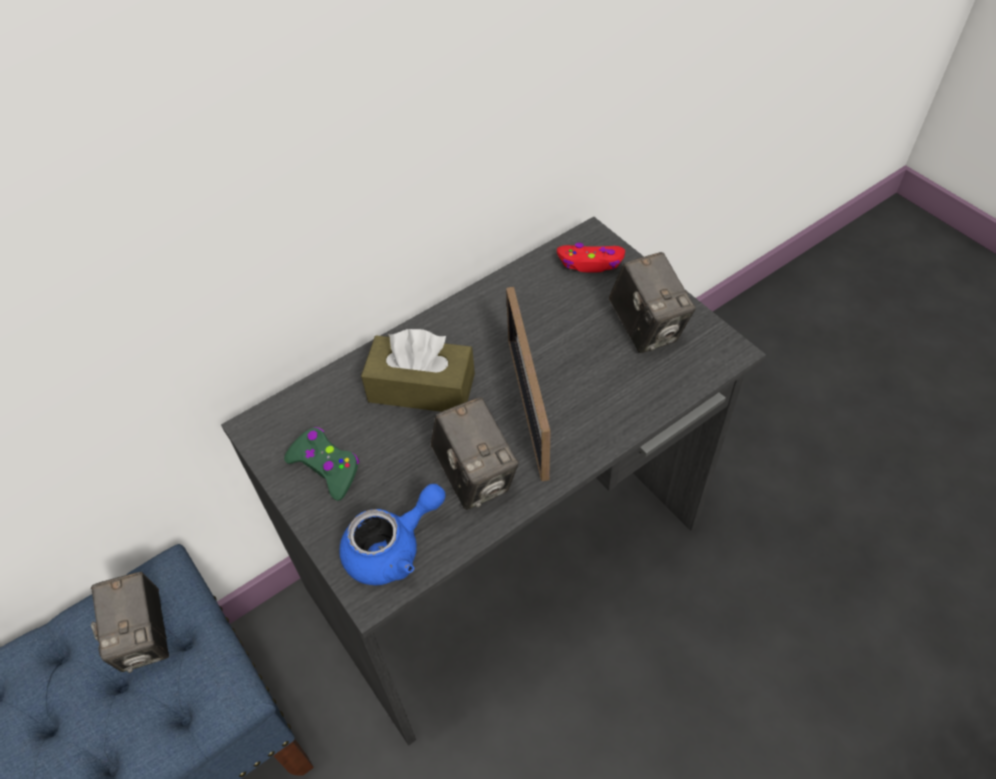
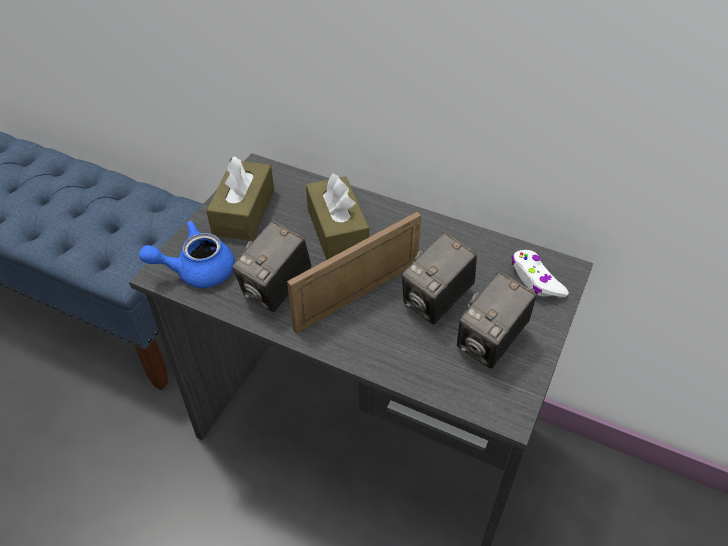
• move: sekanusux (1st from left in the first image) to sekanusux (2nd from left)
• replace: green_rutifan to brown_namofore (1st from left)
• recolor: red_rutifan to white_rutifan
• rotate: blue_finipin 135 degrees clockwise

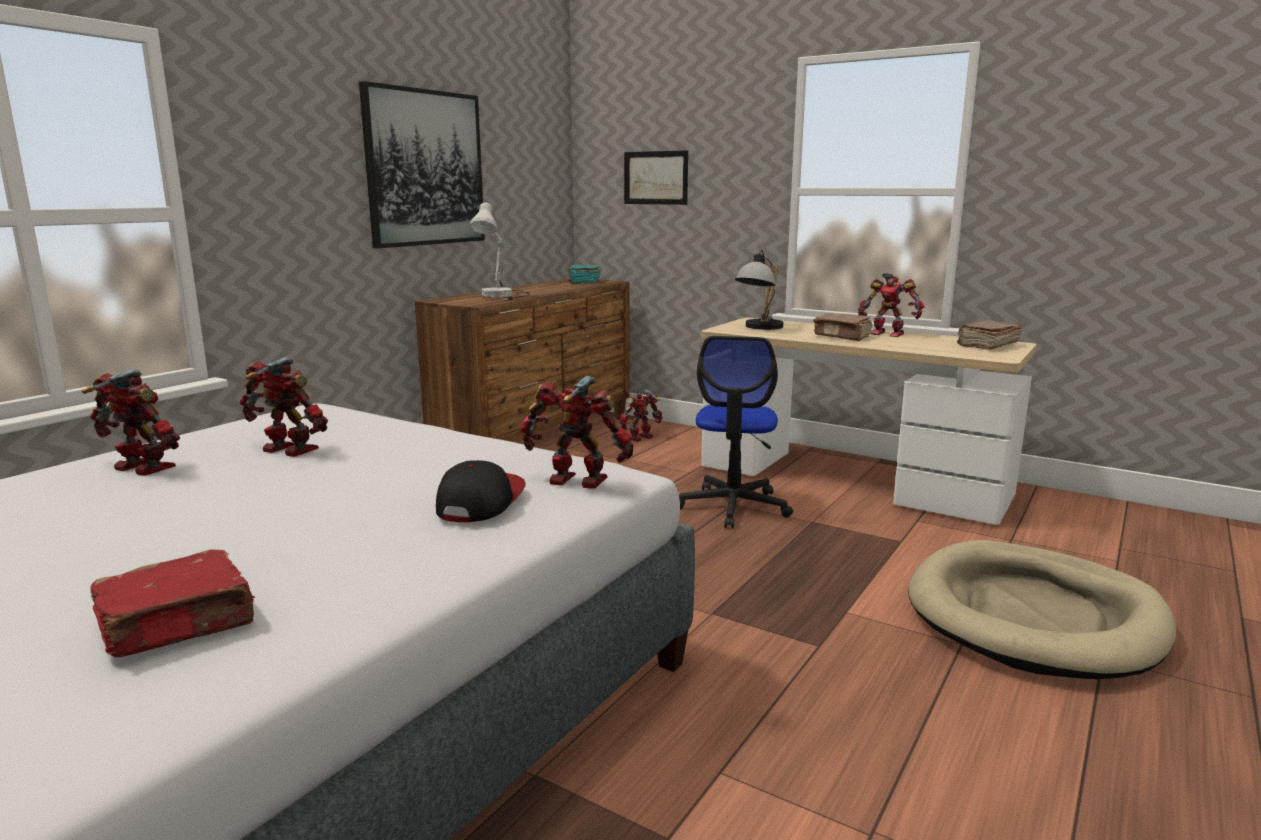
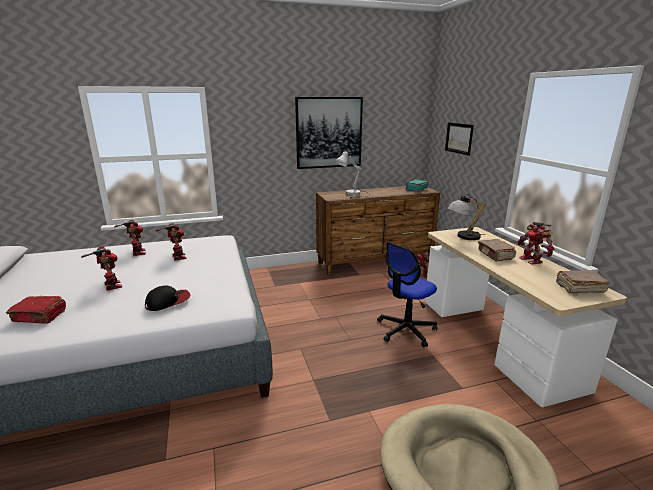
• move: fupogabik (3rd from left in the first image) to fupogabik (1st from left)

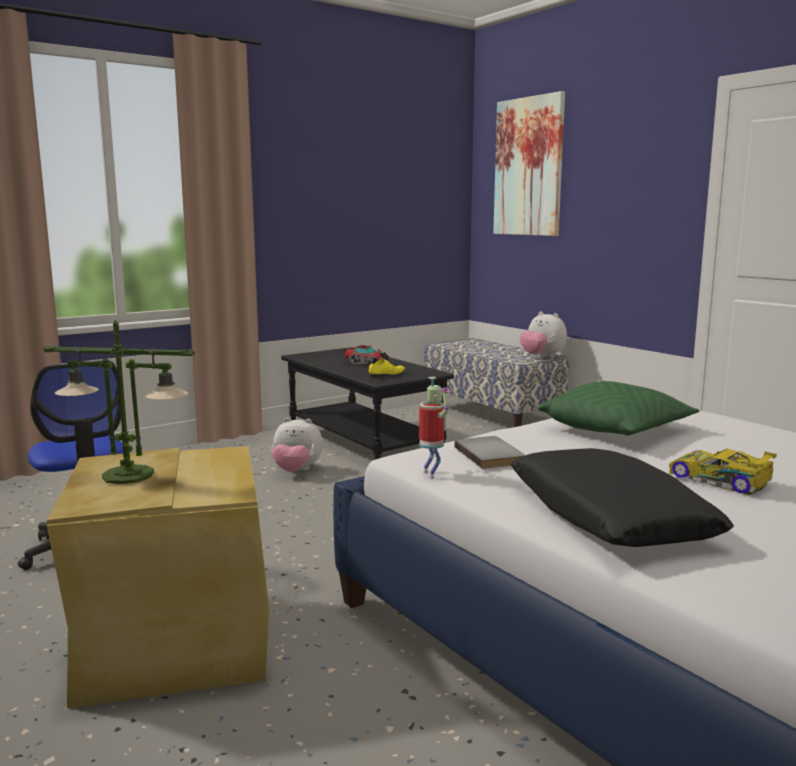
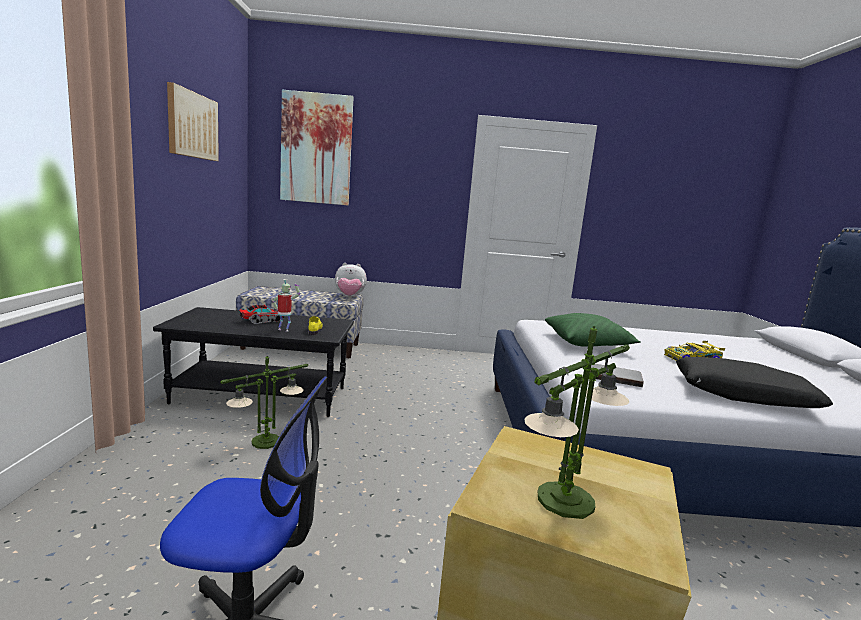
• insert: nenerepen (1st from left)
• move: fupogabik
• replace: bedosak (1st from left) to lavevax (1st from left)

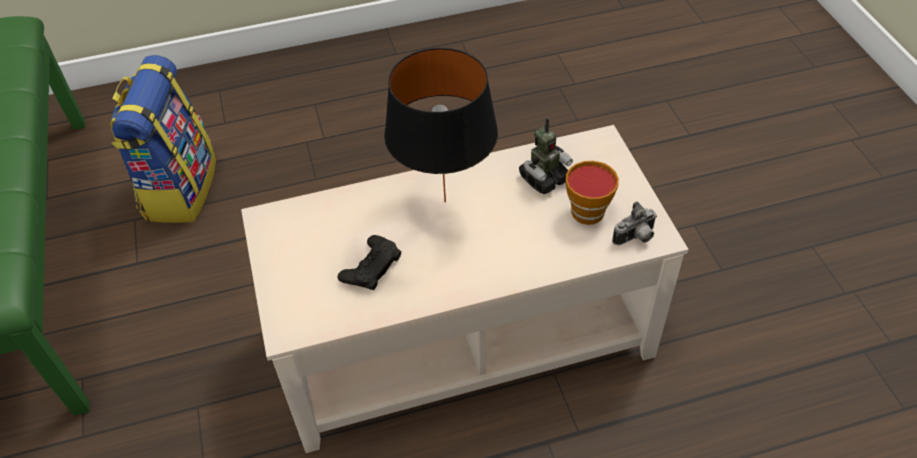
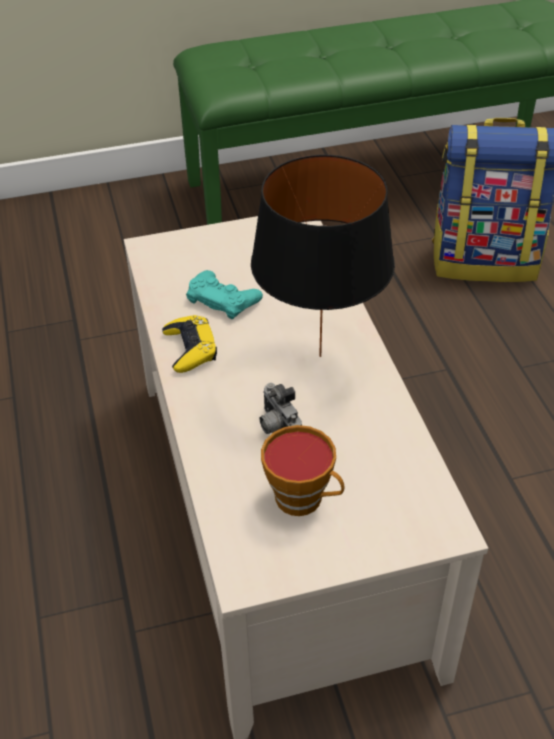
• delete: fupogabik
• insert: yellow_rutifan
• move: sekanusux
• recolor: black_rutifan to turquoise_rutifan

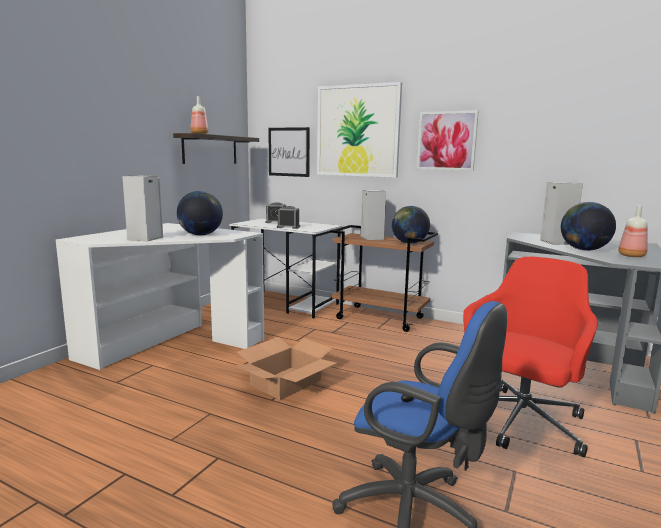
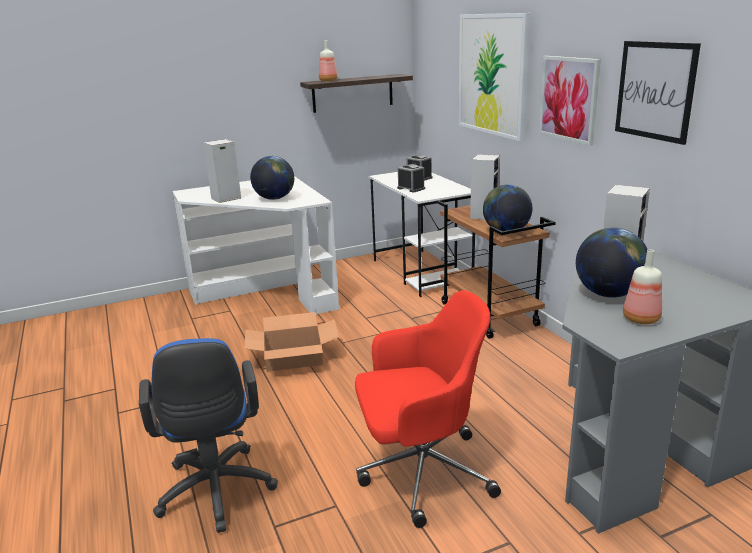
• move: nenerepen (1st from left in the first image) to nenerepen (3rd from left)

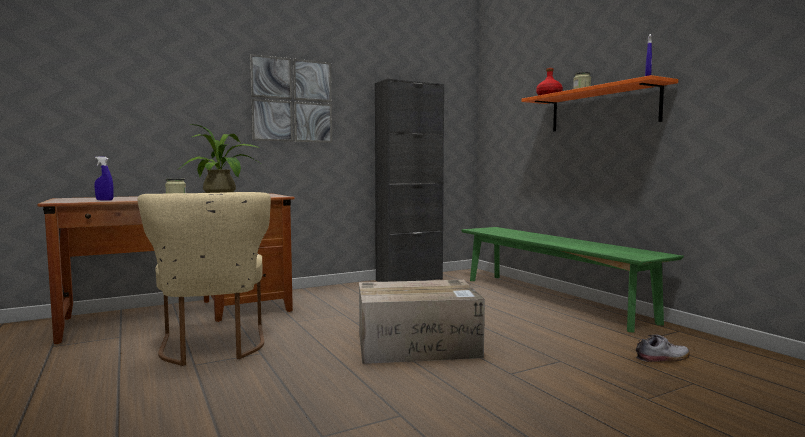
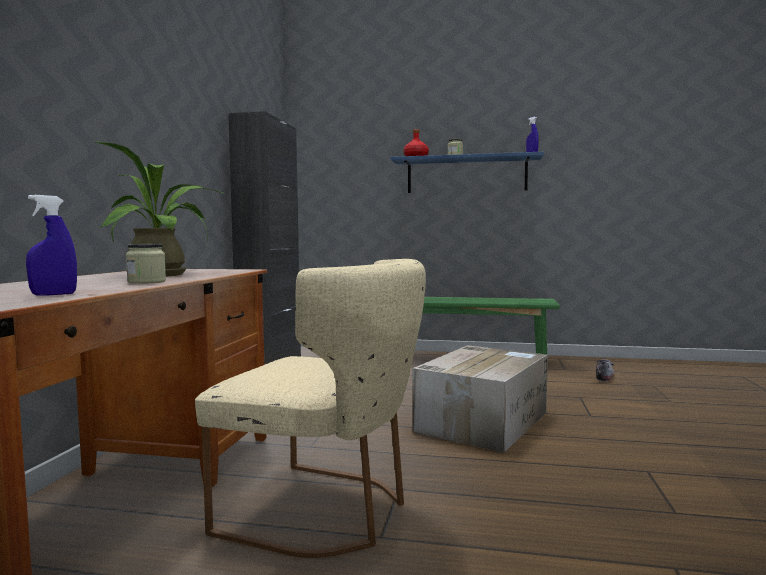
• delete: nenerepen
• recolor: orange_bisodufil to blue_bisodufil

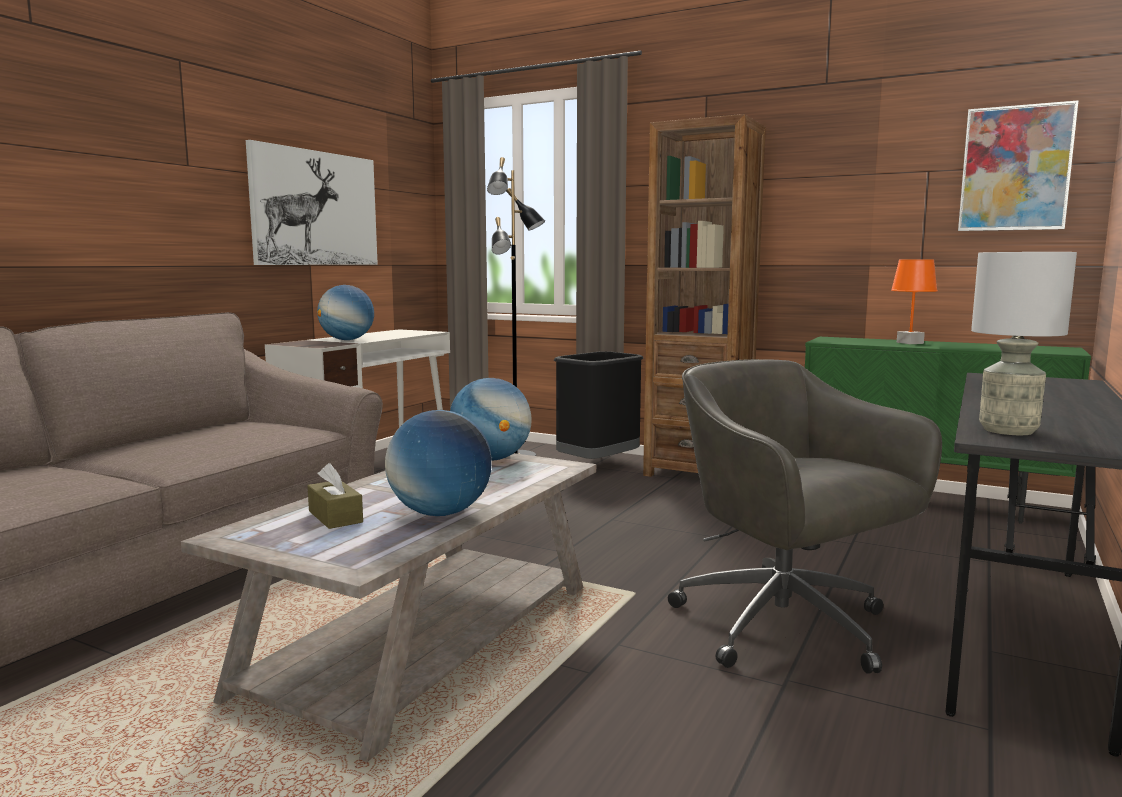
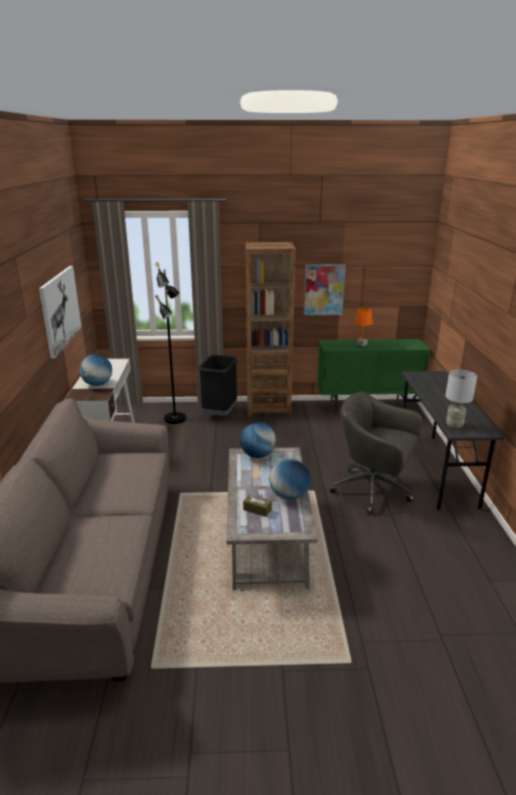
• move: nenerepen (2nd from left)

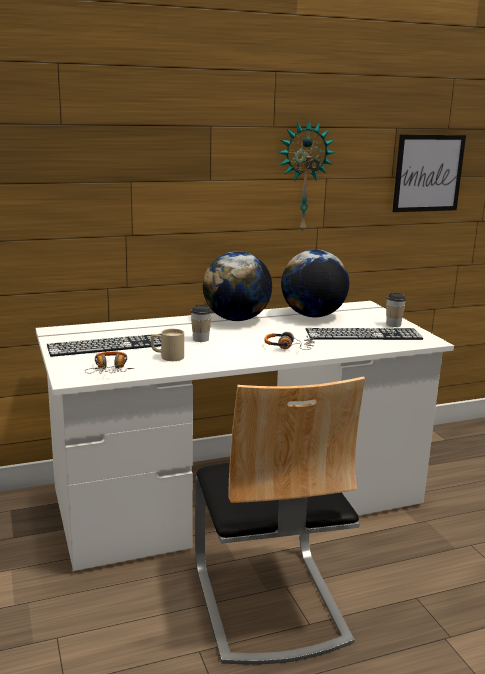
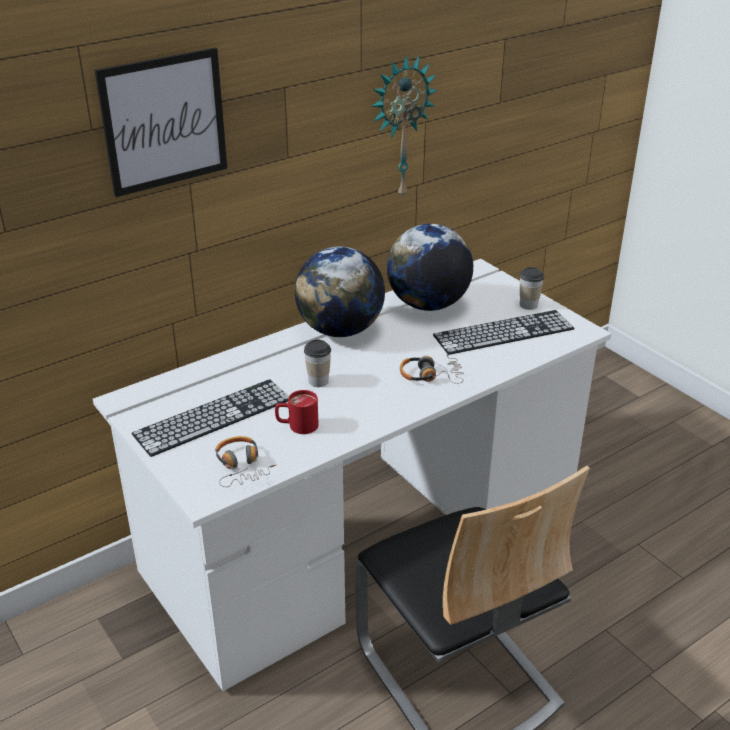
• move: nenerepen
• recolor: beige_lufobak to red_lufobak

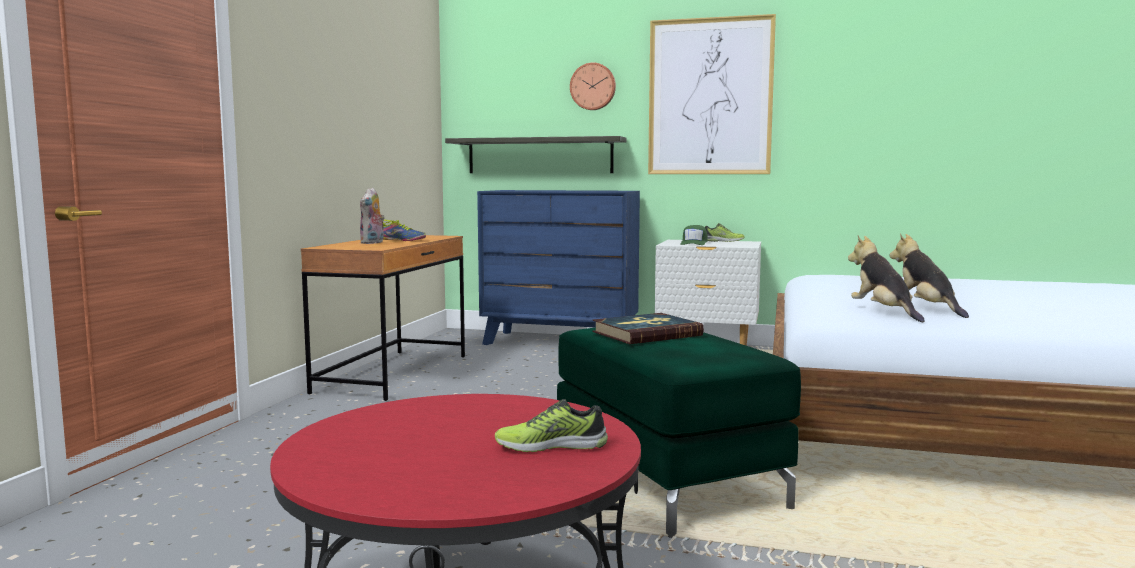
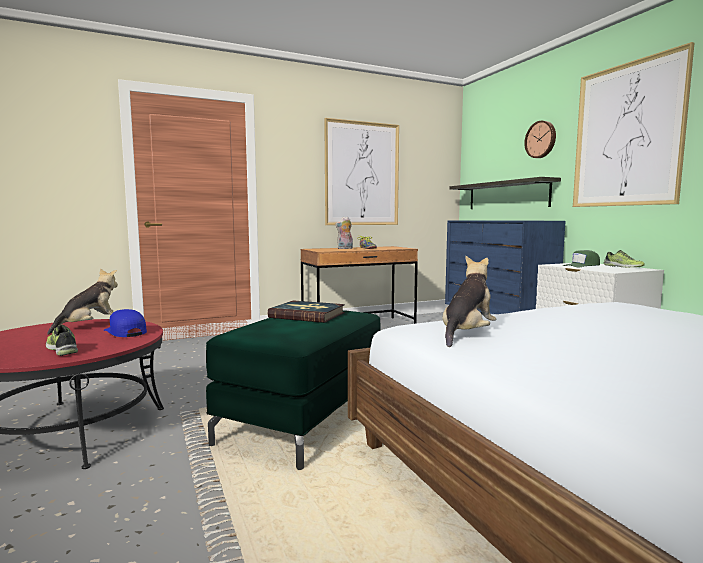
• insert: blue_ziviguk
• insert: nenerepen (1st from left)
• move: bedosak (3rd from left in the first image) to bedosak (1st from left)

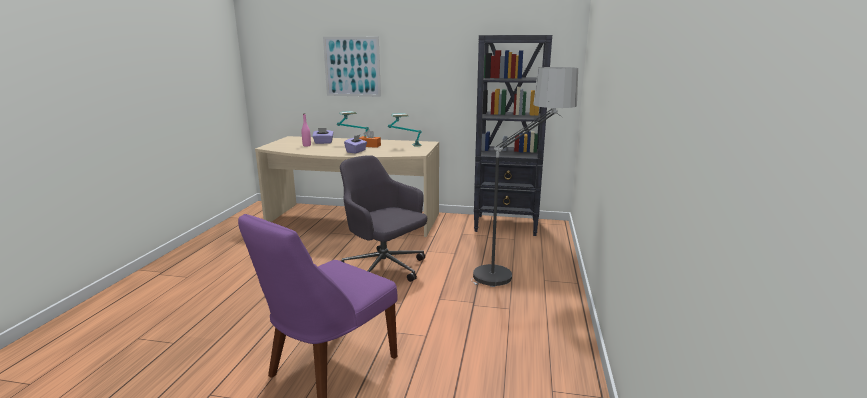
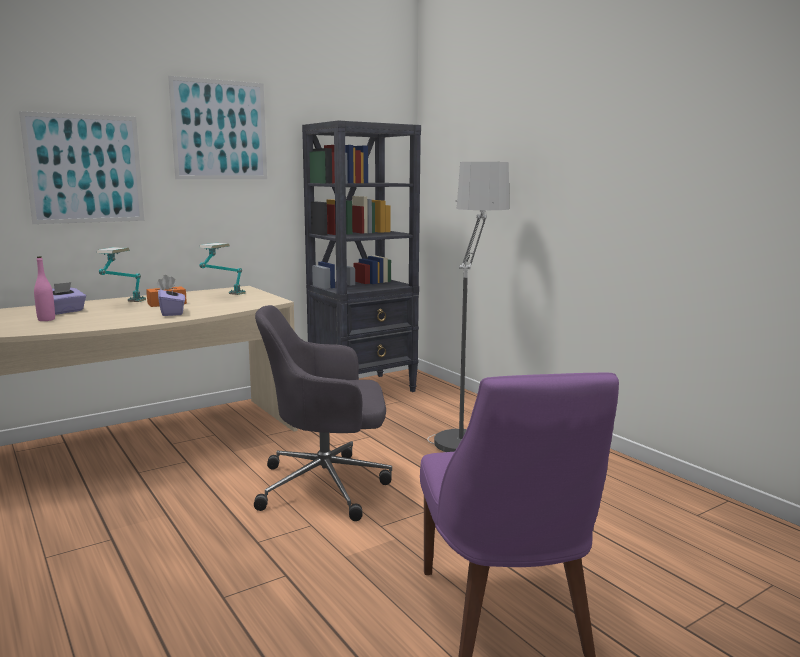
• insert: nenerepen (2nd from left)

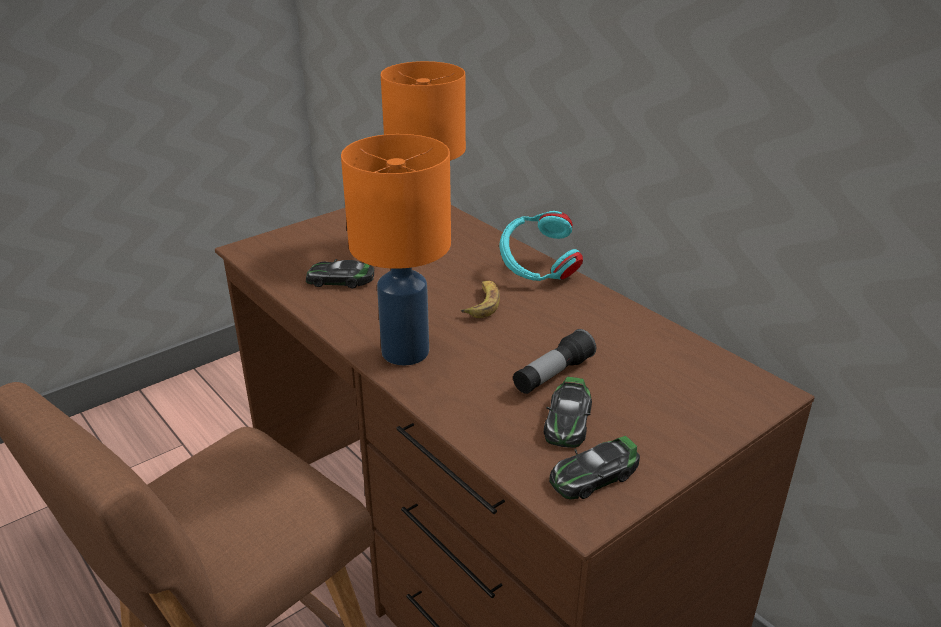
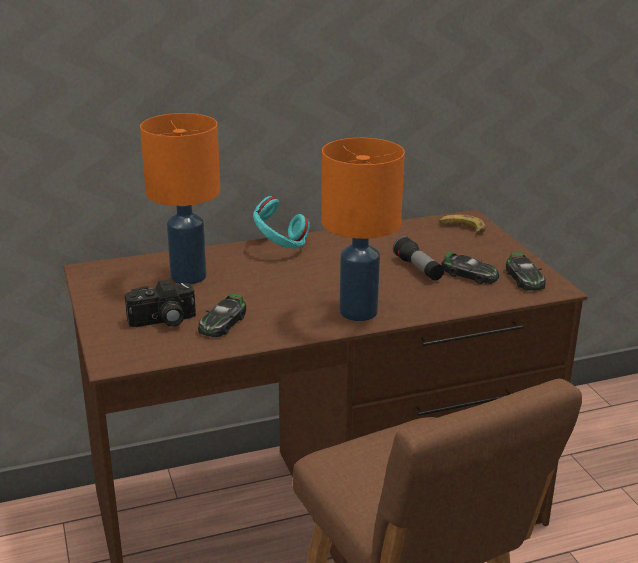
• insert: sekanusux
• move: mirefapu

